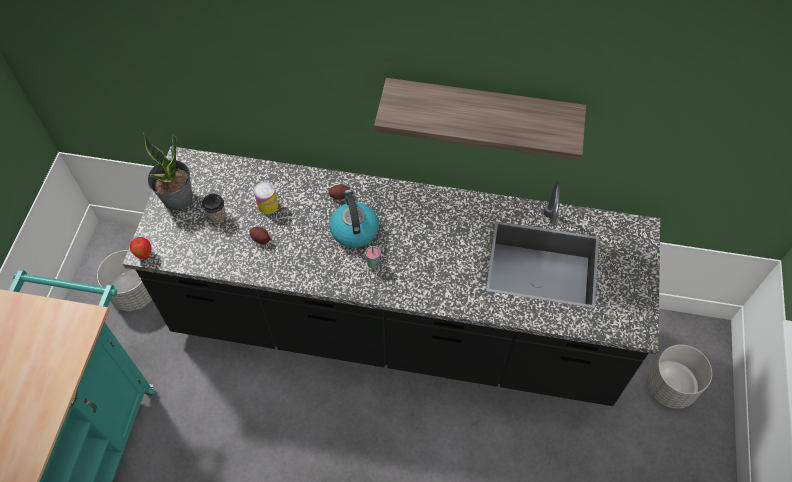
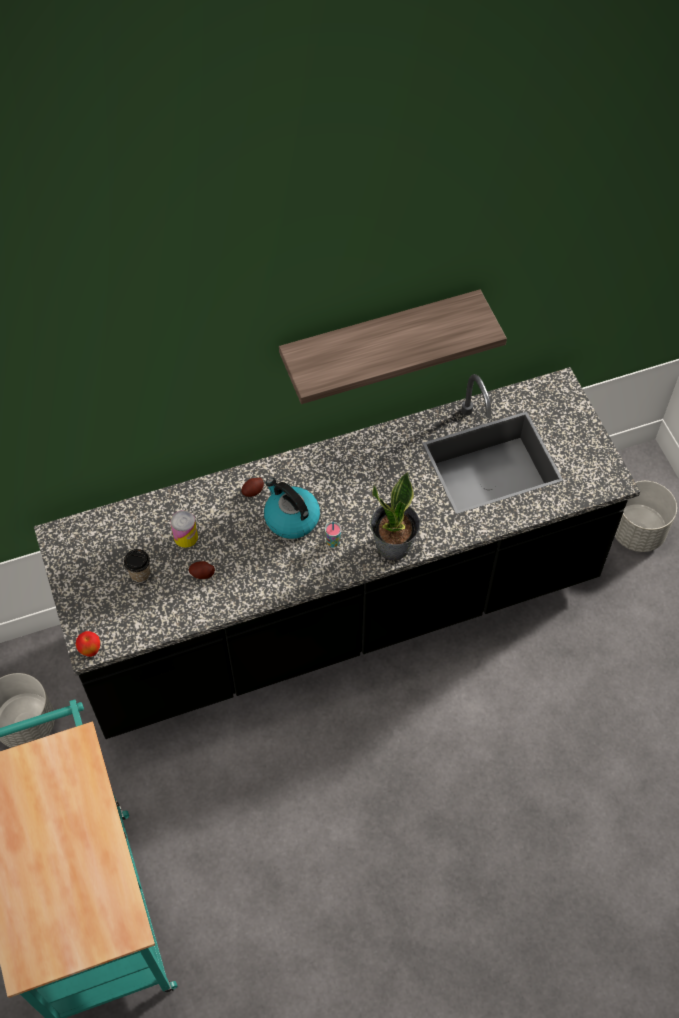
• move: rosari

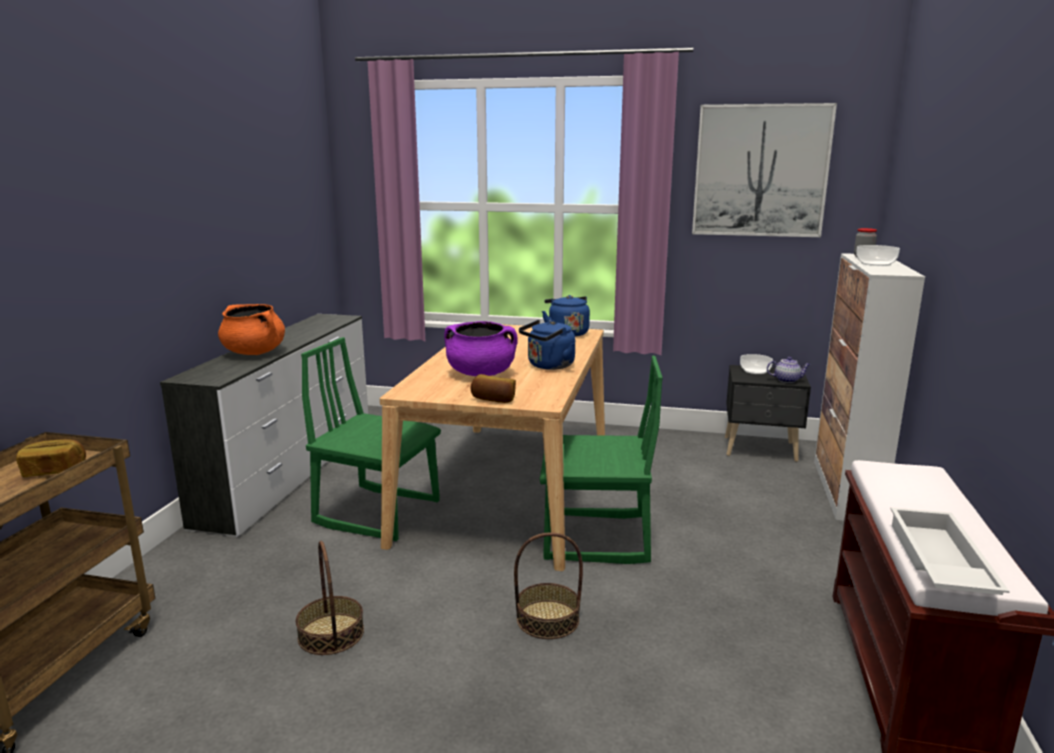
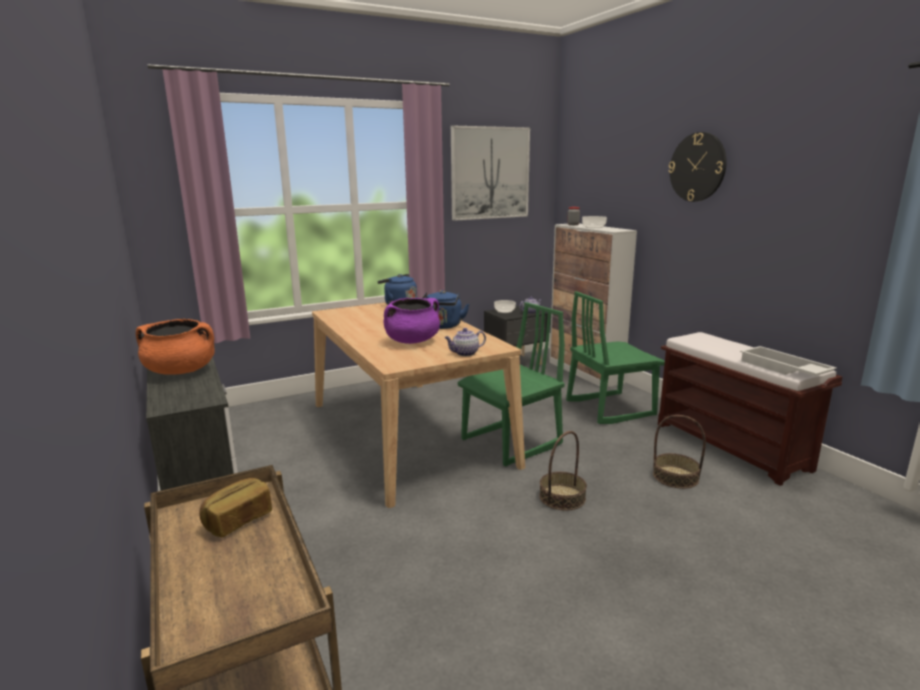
• insert: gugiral
• move: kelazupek (1st from left in the first image) to kelazupek (2nd from left)
• move: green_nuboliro (1st from left in the first image) to green_nuboliro (2nd from left)
• replace: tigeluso (2nd from left) to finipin (1st from left)

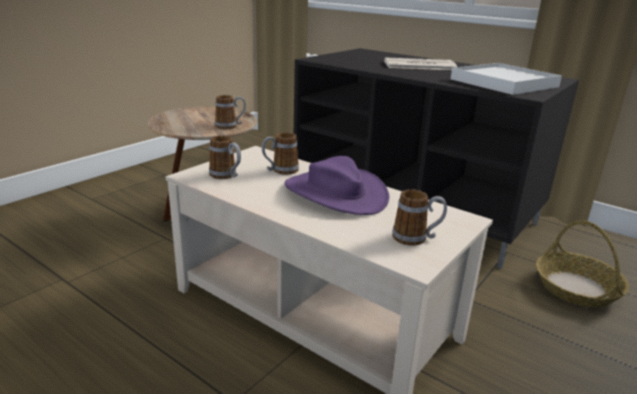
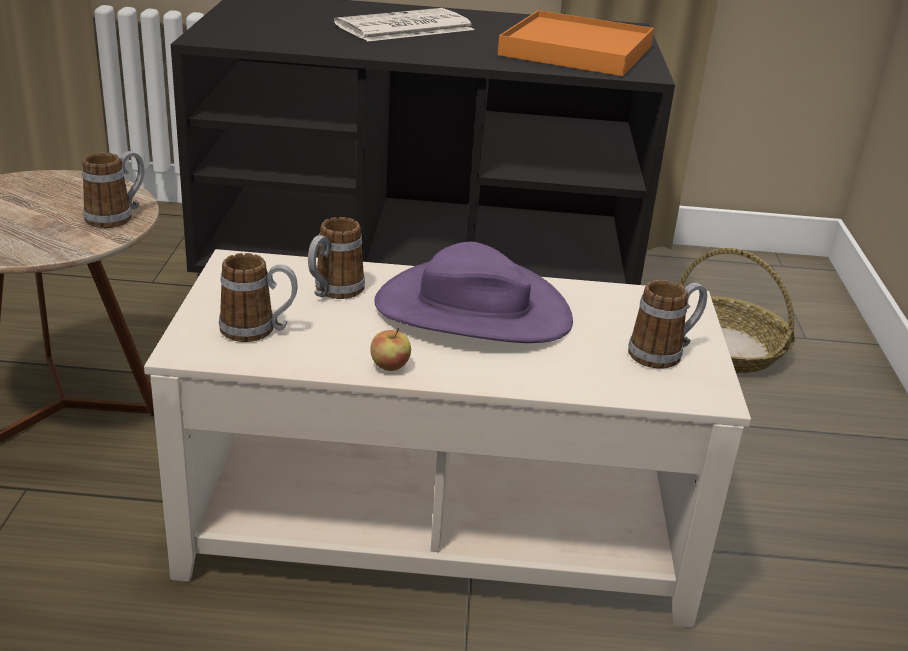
• insert: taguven
• recolor: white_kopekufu to orange_kopekufu

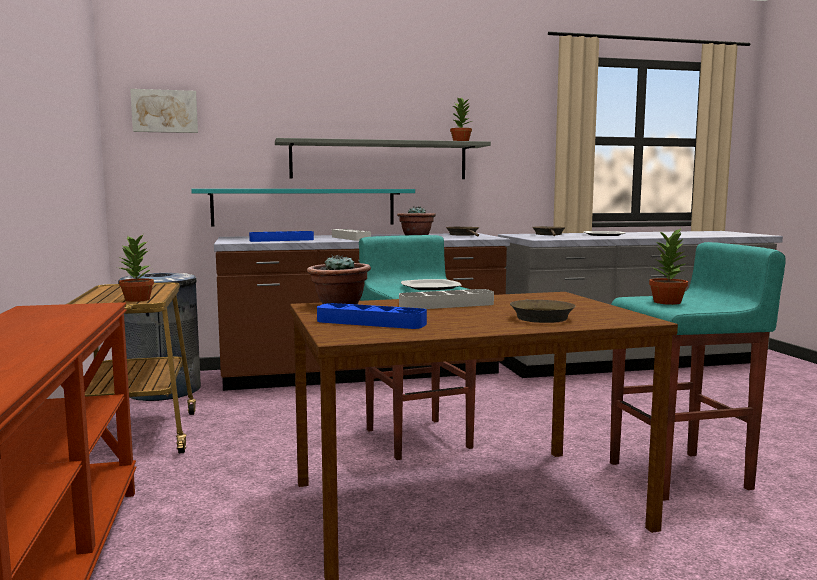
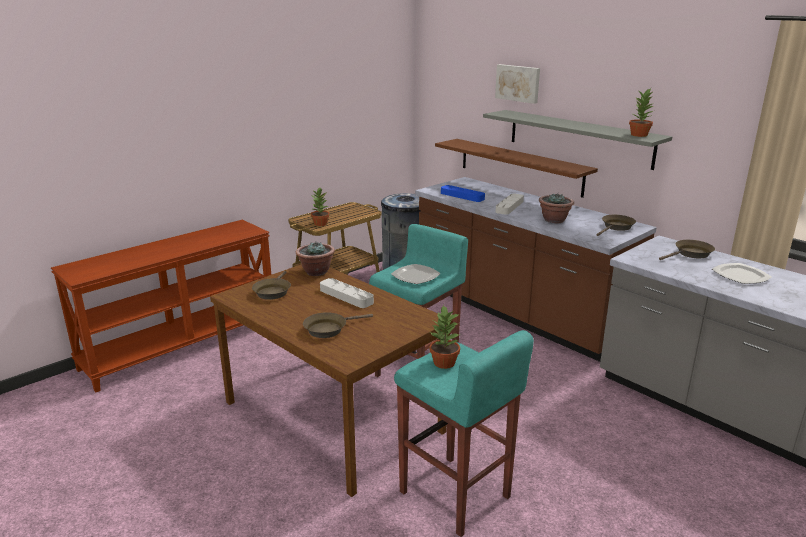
• move: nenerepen
• replace: blue_kopekufu (2nd from left) to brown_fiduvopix (1st from left)
• recolor: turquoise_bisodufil to brown_bisodufil

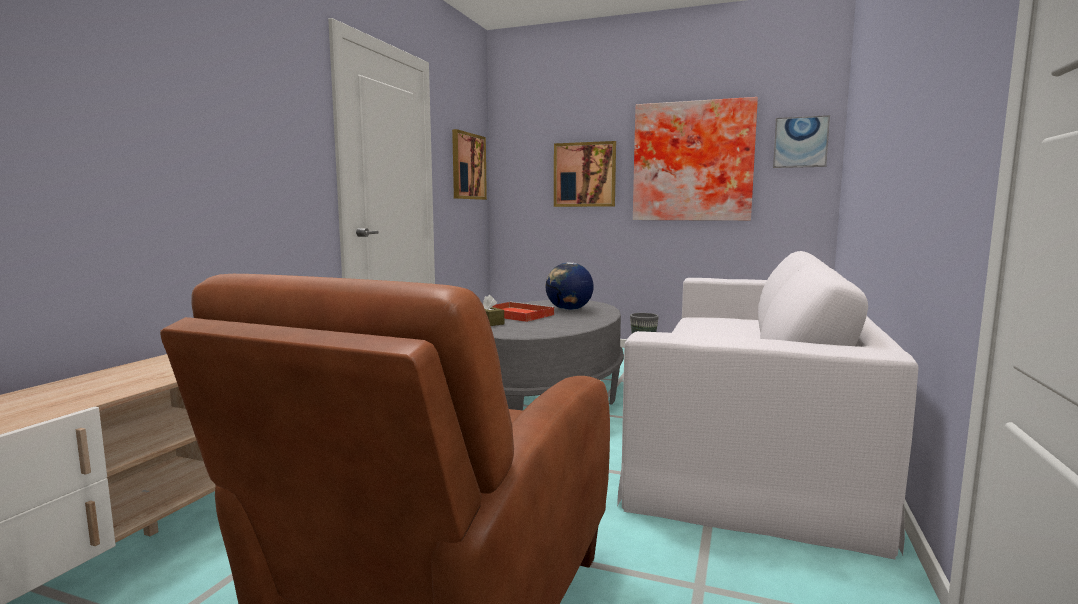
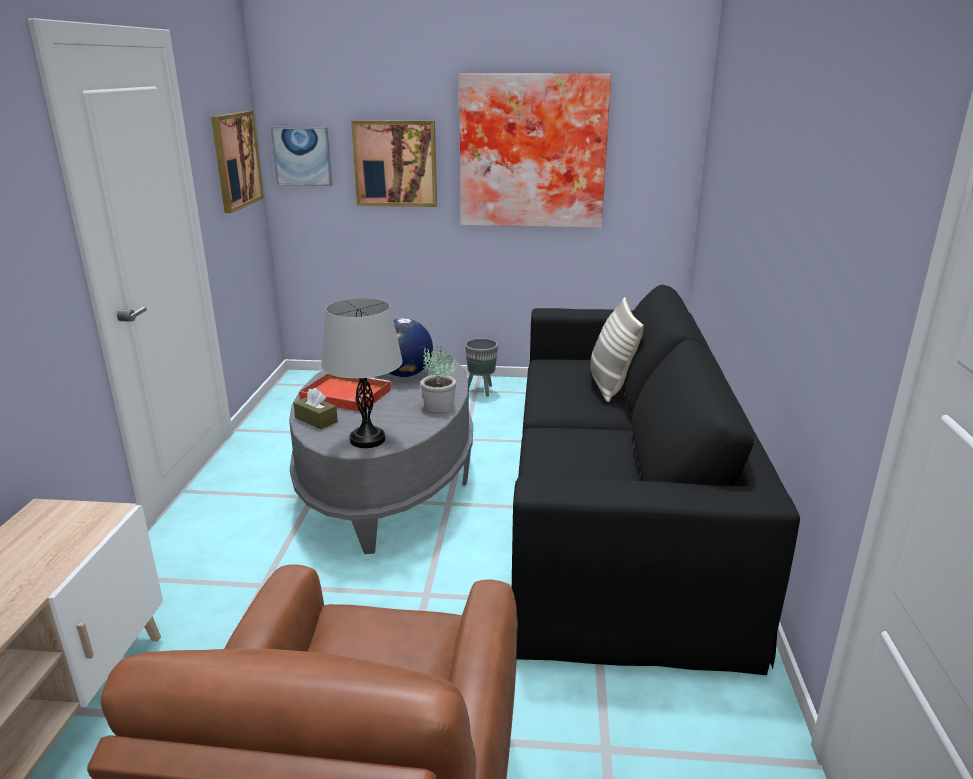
• insert: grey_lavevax
• insert: rosari
• insert: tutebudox
• move: nenerepen (4th from left in the first image) to nenerepen (2nd from left)
• recolor: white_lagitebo to black_lagitebo

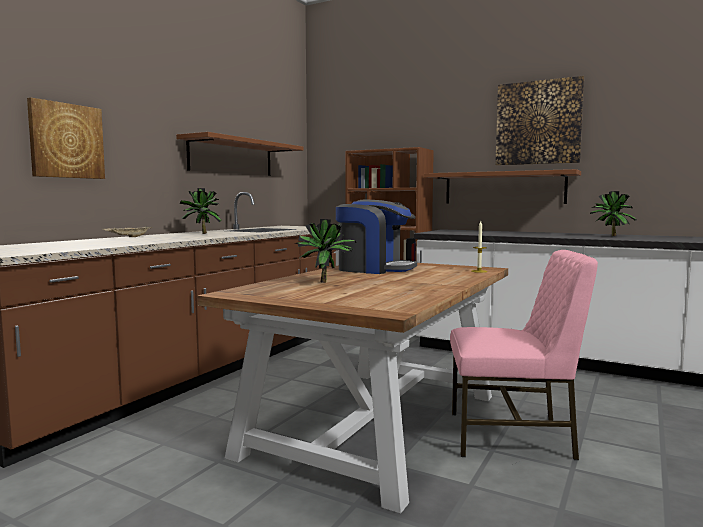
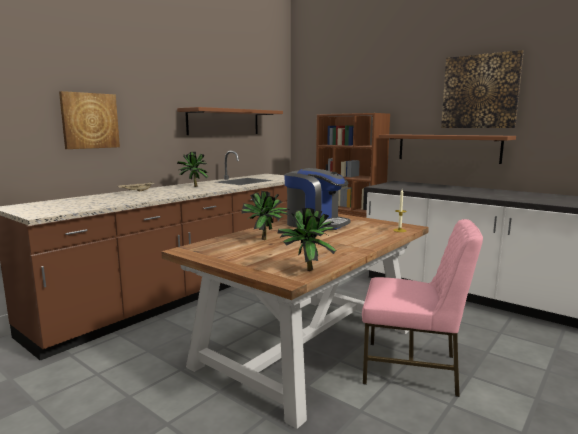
• move: rosari (3rd from left)

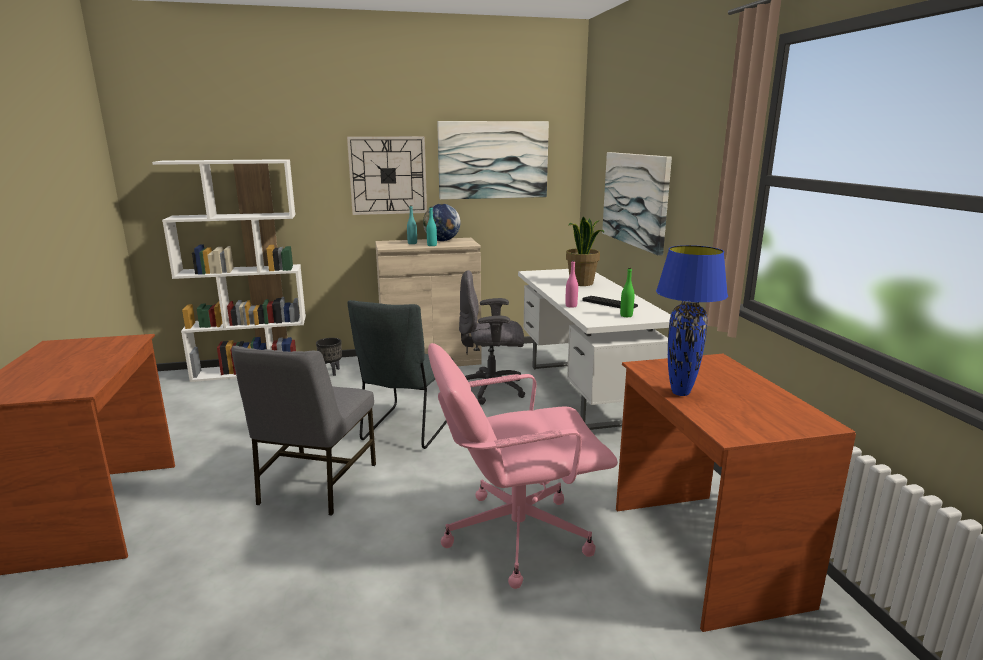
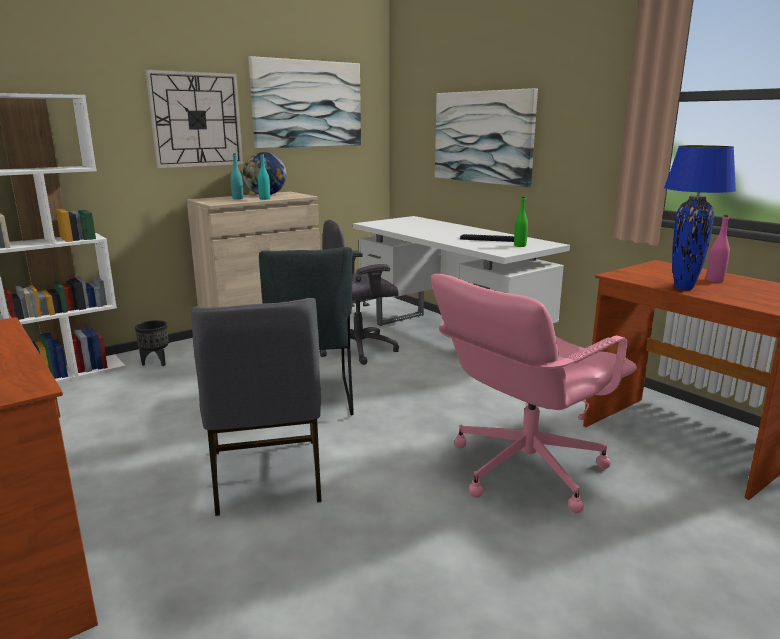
• delete: rosari
• move: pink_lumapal

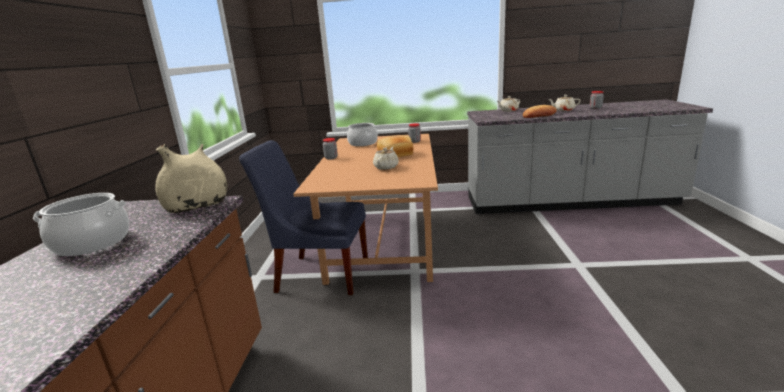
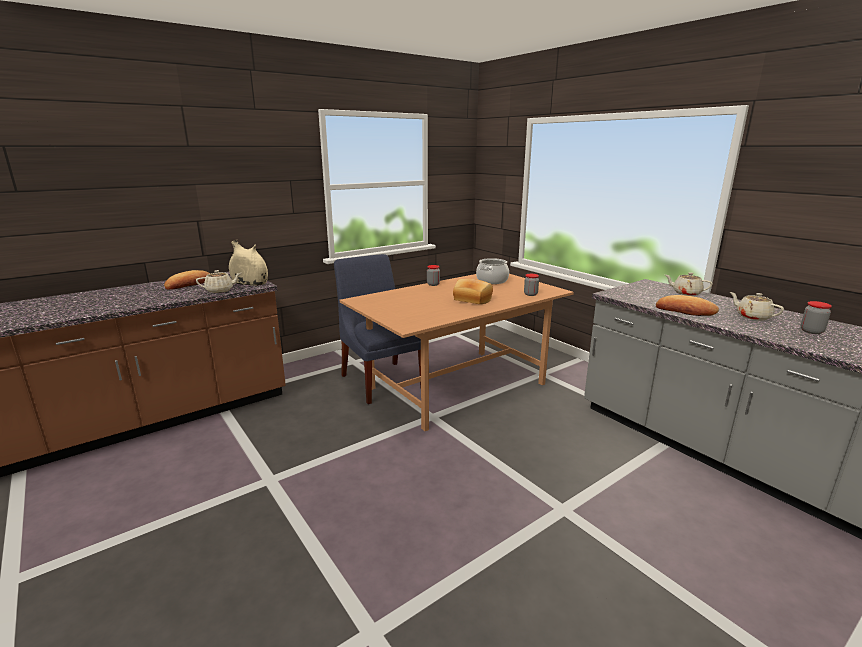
• move: beige_finipin (1st from left)
• replace: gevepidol (1st from left) to tigeluso (1st from left)

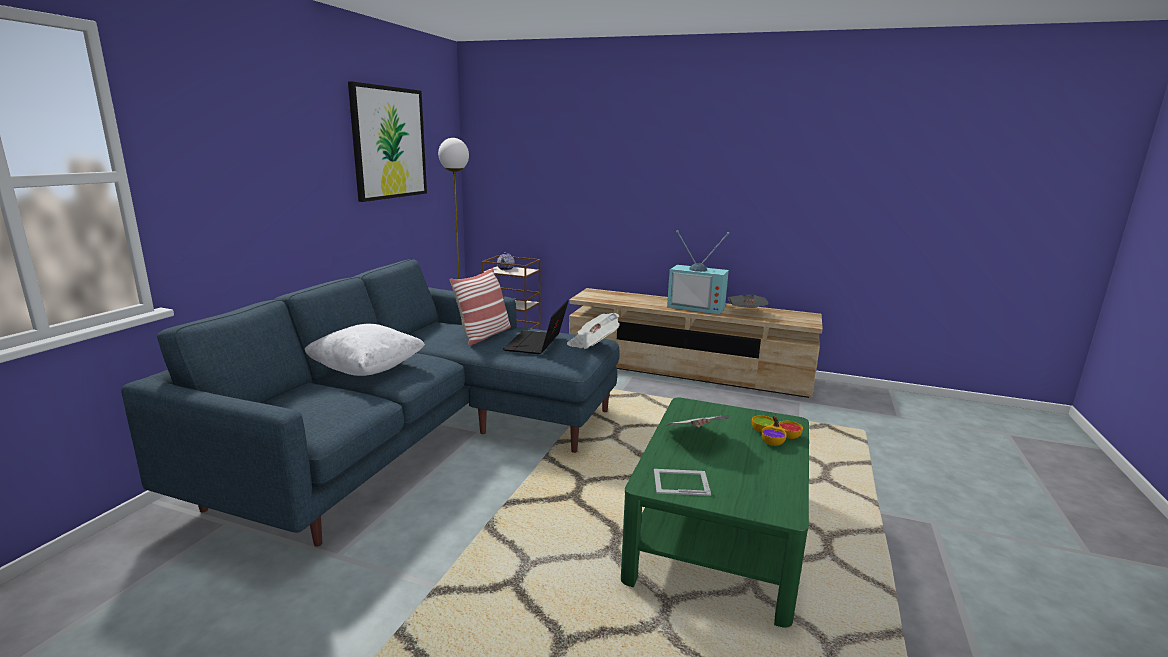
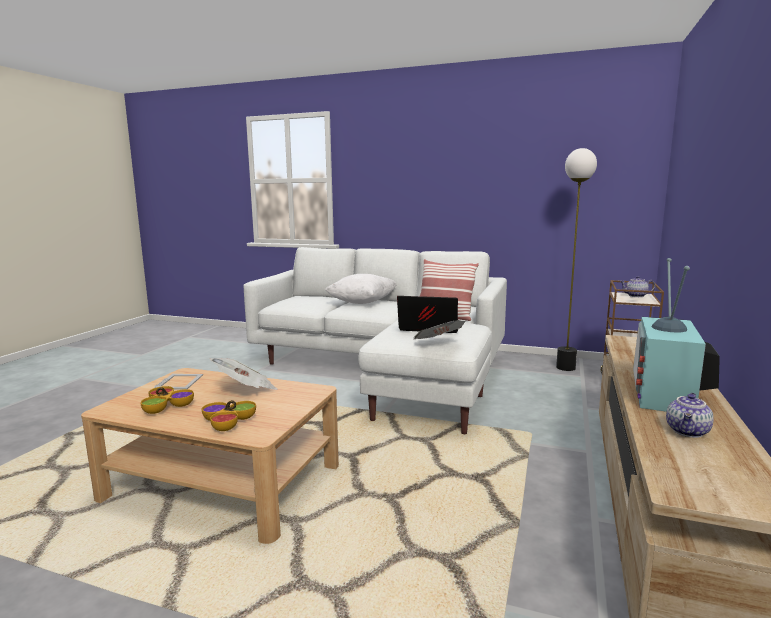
• delete: nenerepen
• insert: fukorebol (1st from left)
• replace: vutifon (3rd from left) to finipin (2nd from left)
• recolor: blue_lagitebo to white_lagitebo
• recolor: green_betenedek to beige_betenedek

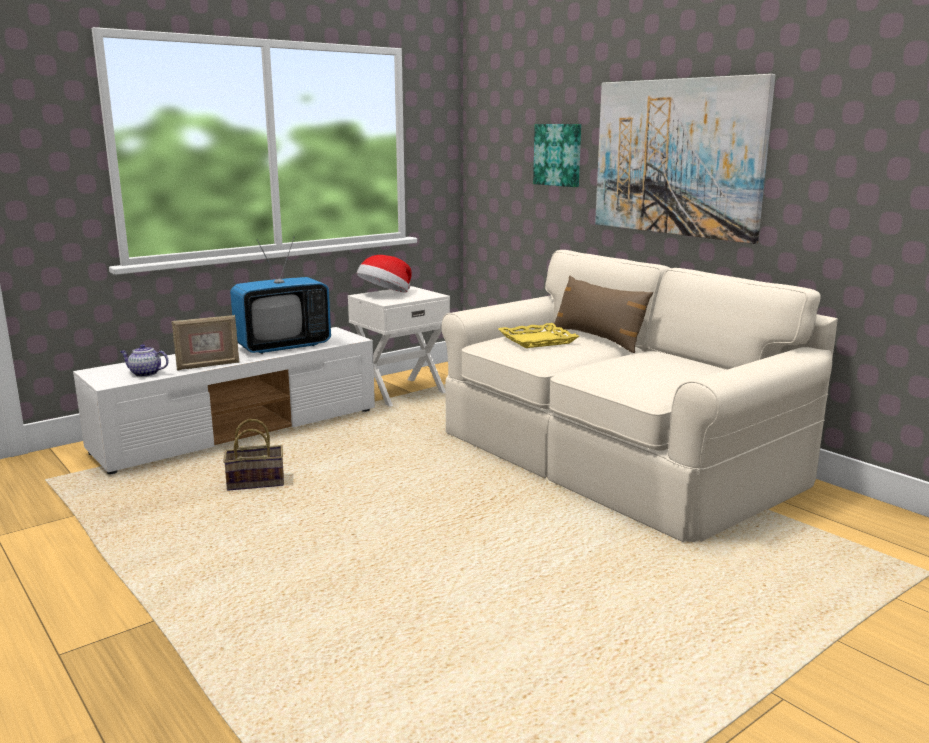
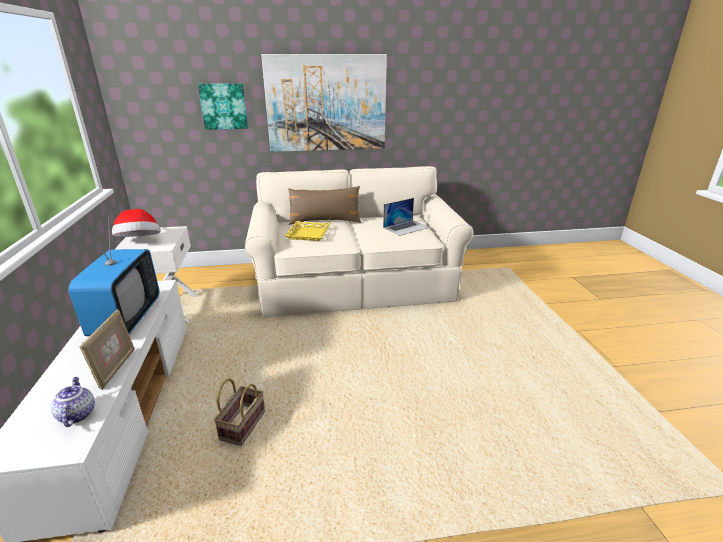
• insert: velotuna
• rotate: finipin 120 degrees clockwise

